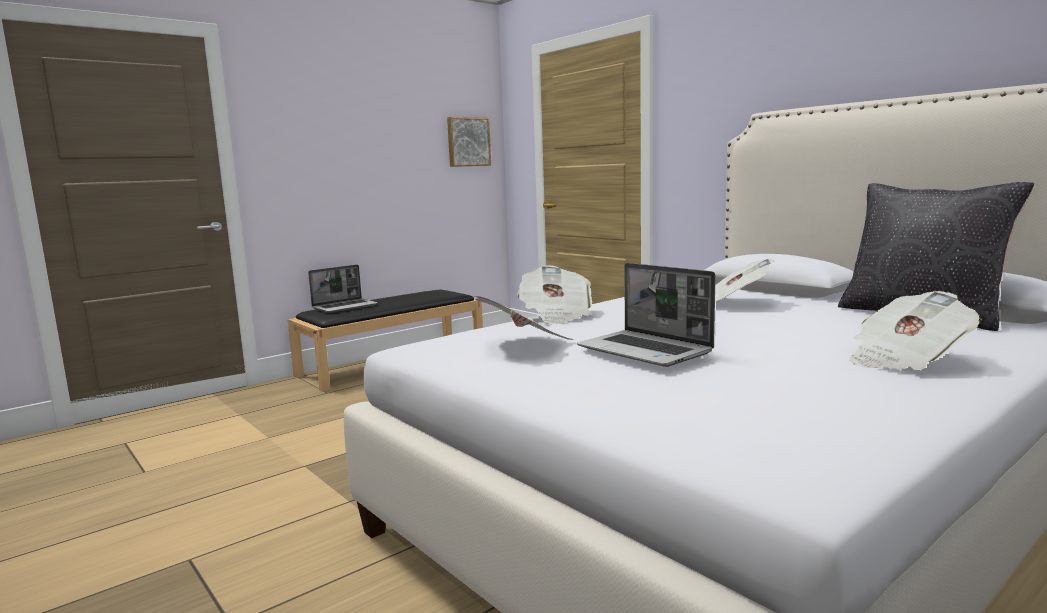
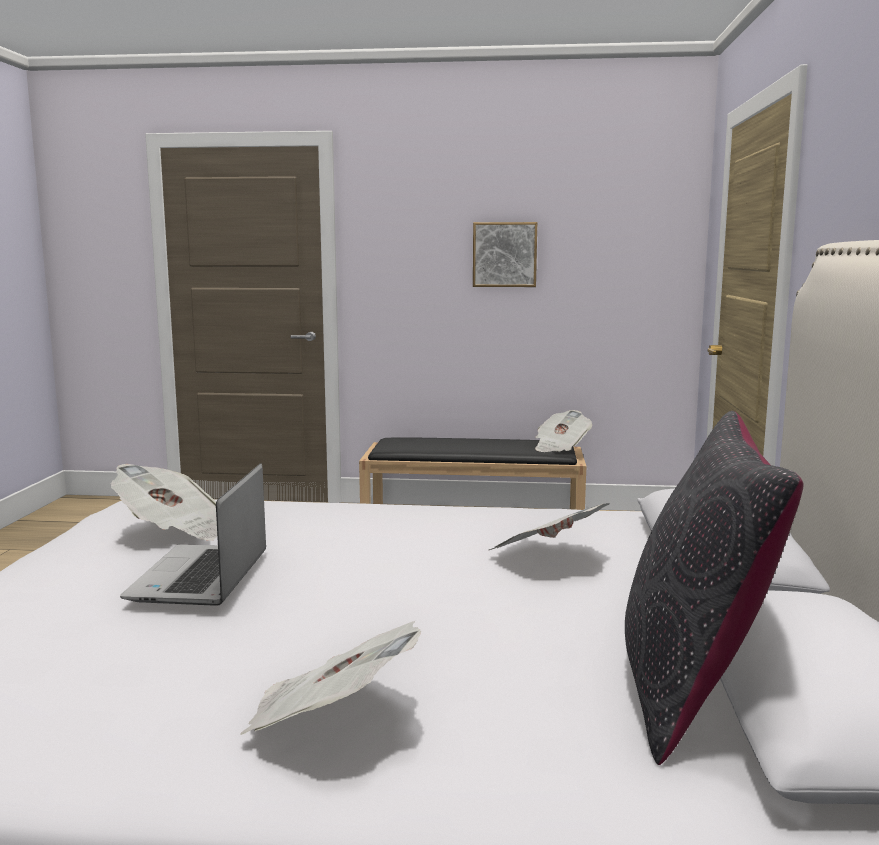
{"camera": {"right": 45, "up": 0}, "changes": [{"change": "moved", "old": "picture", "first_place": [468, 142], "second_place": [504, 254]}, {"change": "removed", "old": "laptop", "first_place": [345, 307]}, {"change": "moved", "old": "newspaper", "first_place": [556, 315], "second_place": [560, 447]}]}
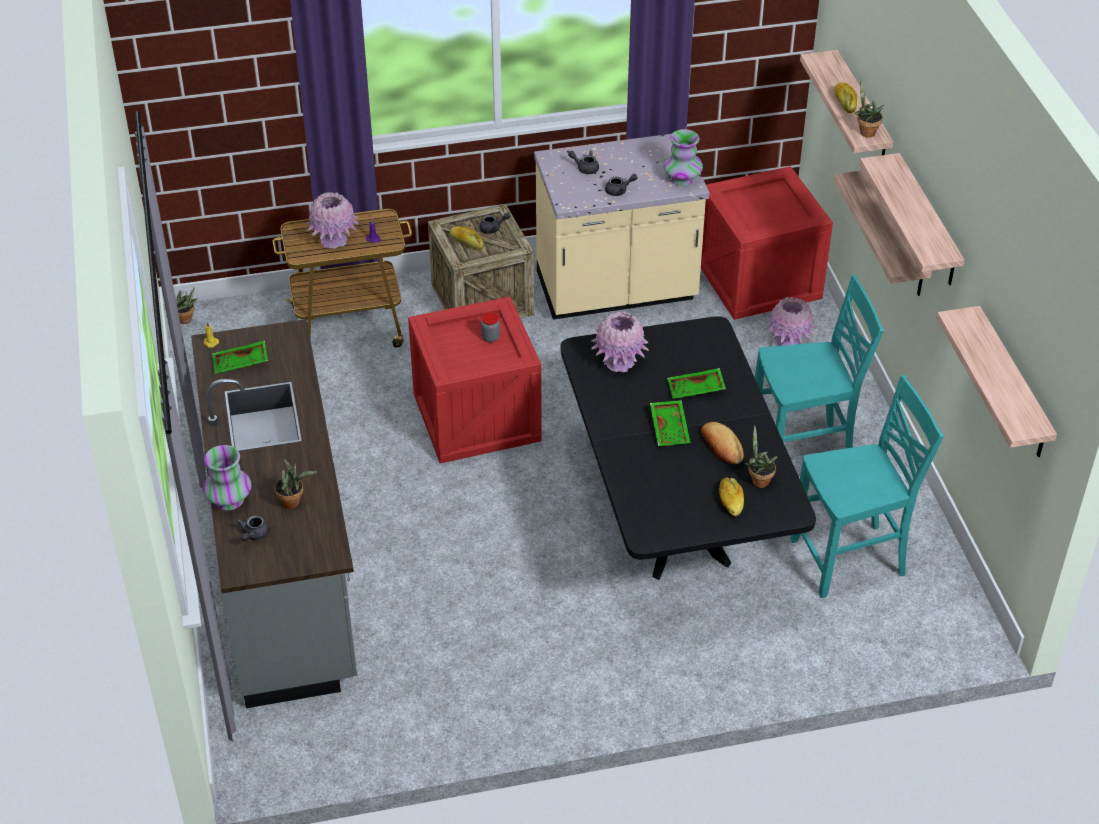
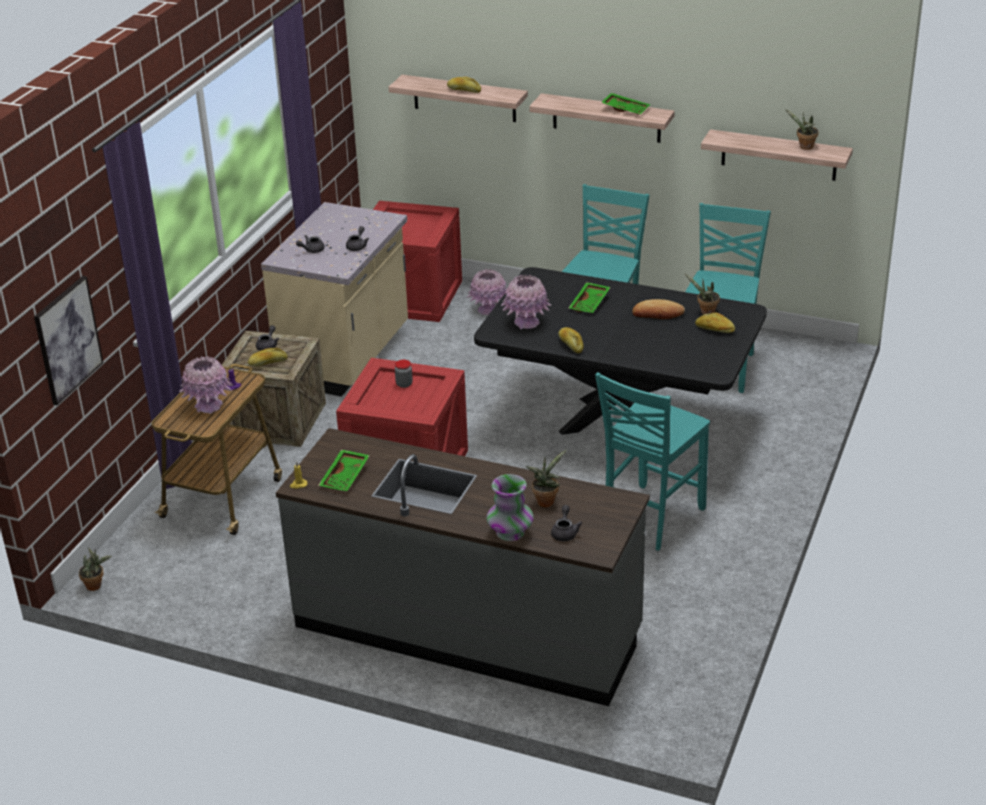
{"camera": {"right": -55, "up": -10}, "changes": [{"change": "moved", "old": "potted plant", "first_place": [865, 132], "second_place": [804, 147]}, {"change": "removed", "old": "vase", "first_place": [682, 179]}, {"change": "removed", "old": "shelf", "first_place": [898, 235]}, {"change": "moved", "old": "green tray", "first_place": [670, 428], "second_place": [625, 109]}, {"change": "turned", "old": "grey teapot", "first_place": [254, 535], "second_place": [565, 532], "degrees": -135}, {"change": "added", "new": "picture", "second_place": [67, 339]}, {"change": "added", "new": "bread", "second_place": [571, 345]}, {"change": "added", "new": "turquoise chair", "second_place": [650, 518]}]}
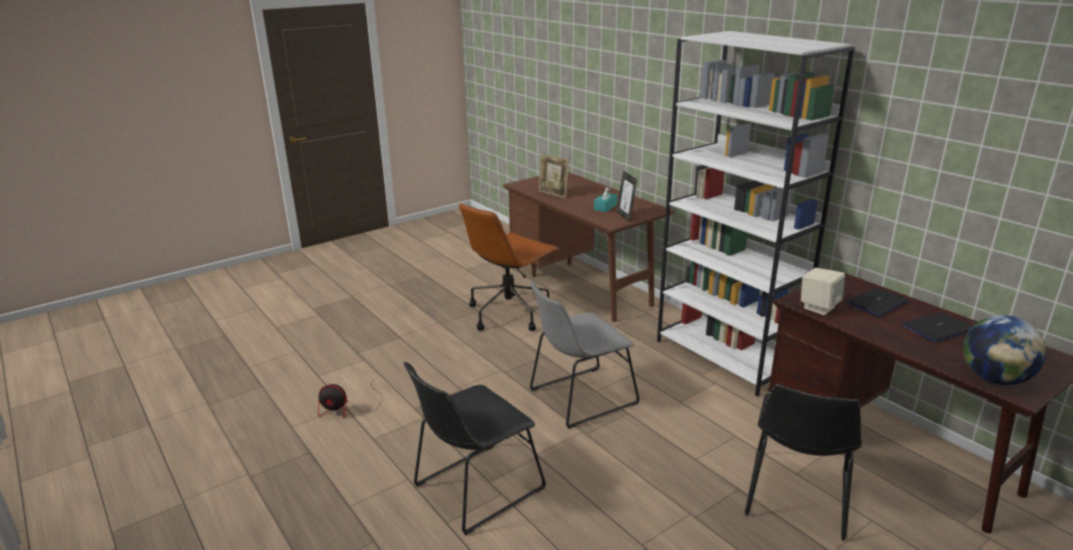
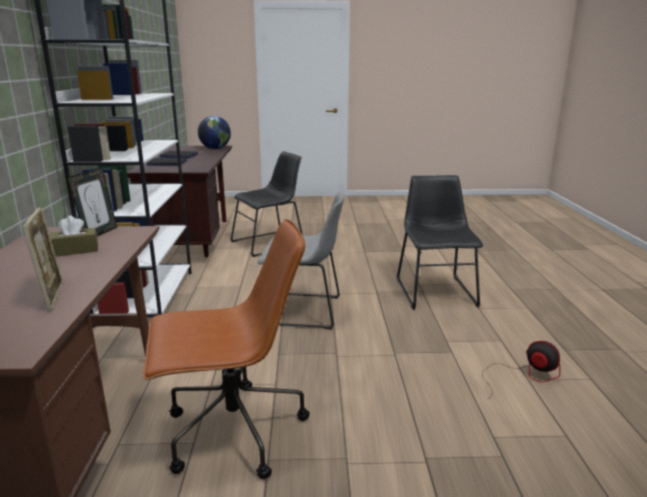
{"camera": {"right": -145, "up": -5}, "changes": [{"change": "recoloured", "old": "turquoise tissue box", "new": "brown tissue box", "first_place": [605, 207], "second_place": [75, 250]}, {"change": "removed", "old": "beige speaker", "first_place": [818, 307]}, {"change": "turned", "old": "black chair", "first_place": [474, 489], "second_place": [434, 290], "degrees": -90}]}
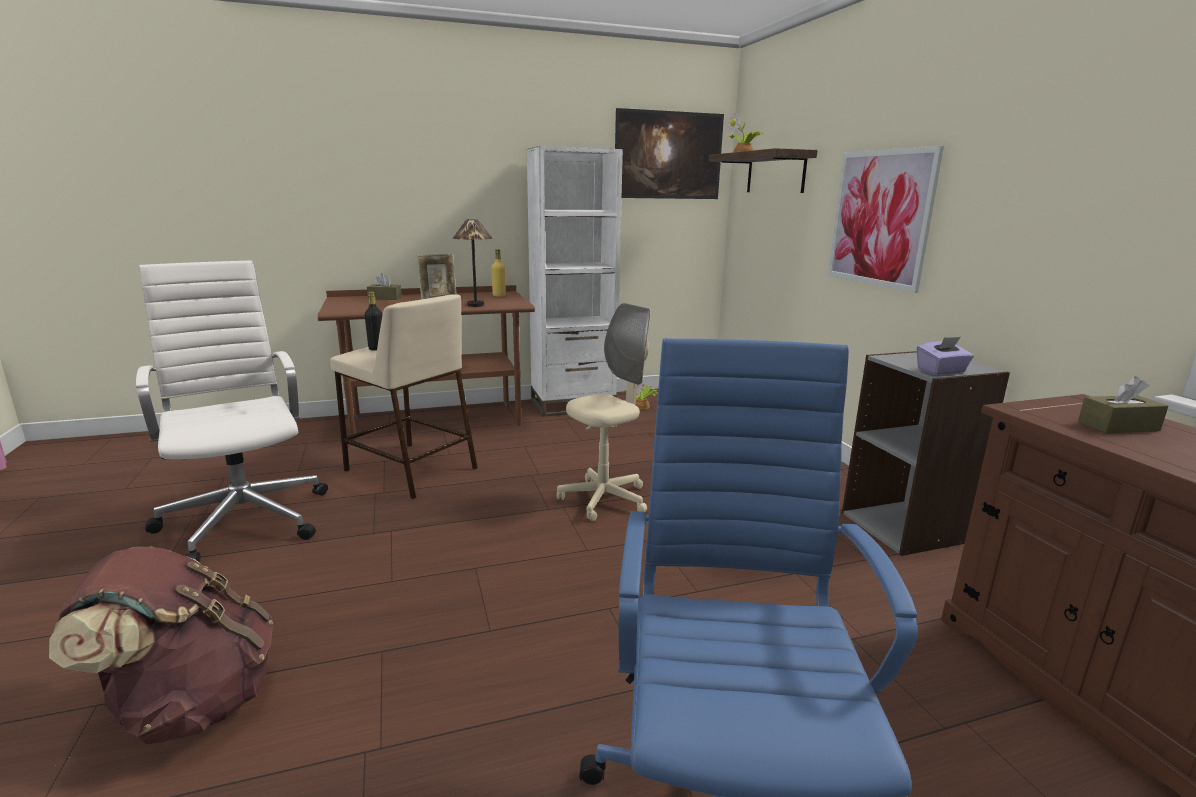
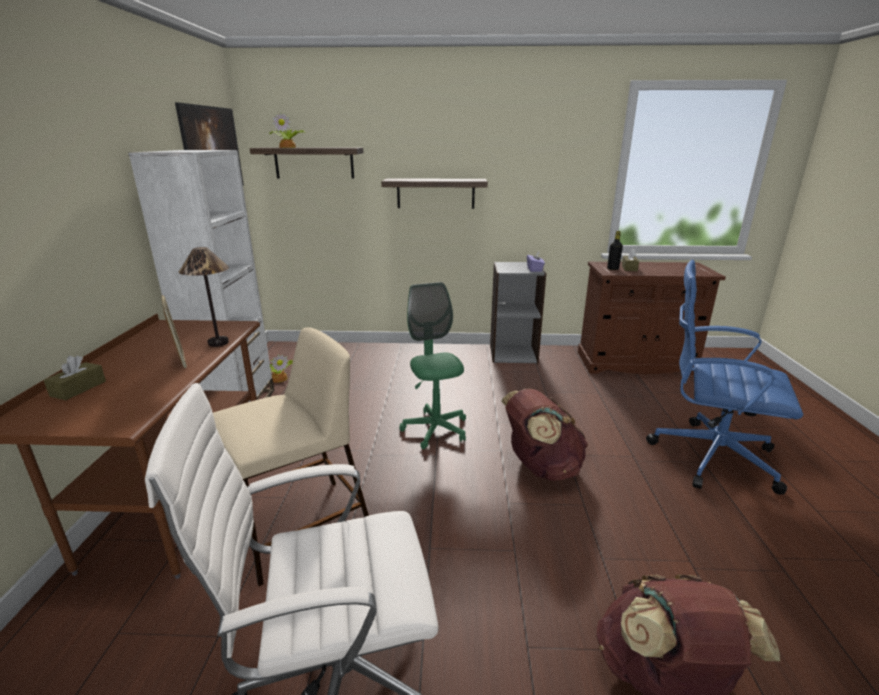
{"camera": {"right": -70, "up": 5}, "changes": [{"change": "replaced", "old": "picture", "new": "shelf", "first_place": [880, 218], "second_place": [435, 193]}, {"change": "removed", "old": "yellow bottle", "first_place": [499, 295]}, {"change": "moved", "old": "black bottle", "first_place": [376, 348], "second_place": [613, 269]}, {"change": "recoloured", "old": "beige office chair", "new": "green office chair", "first_place": [604, 499], "second_place": [435, 429]}, {"change": "added", "new": "brown backpack", "second_place": [541, 467]}]}
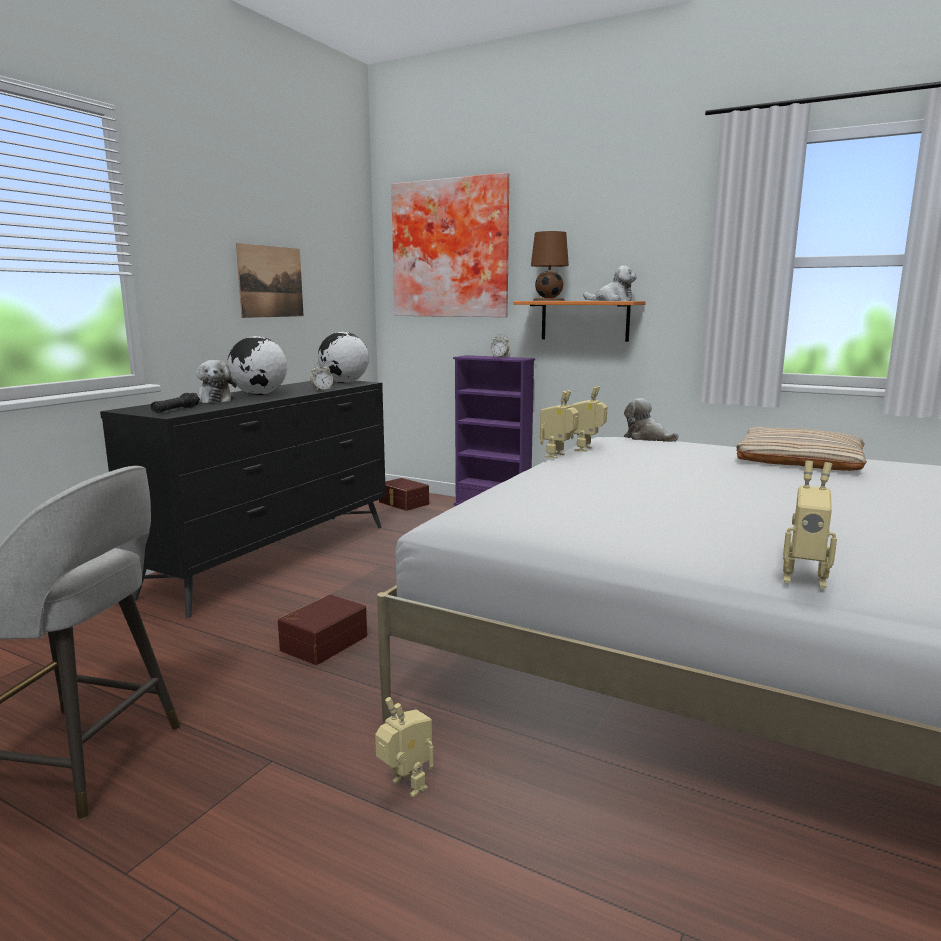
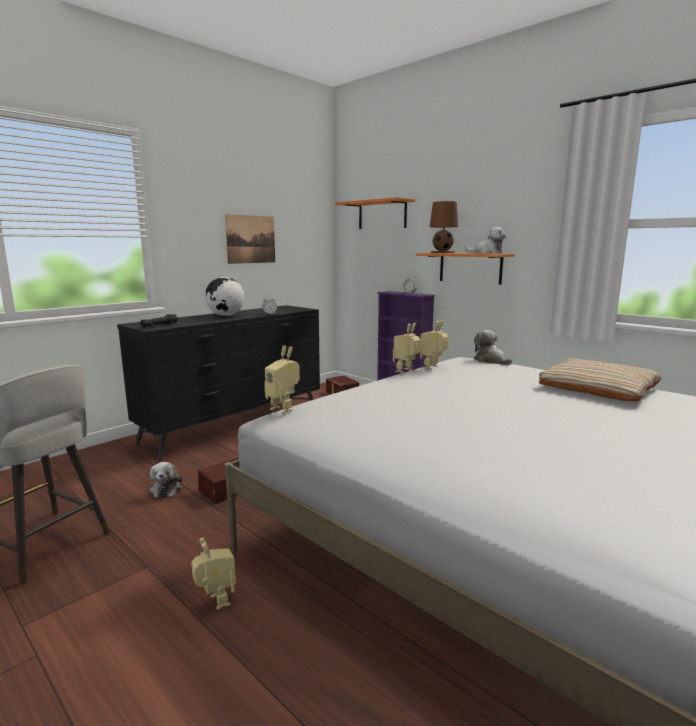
{"camera": {"right": 15, "up": 0}, "changes": [{"change": "replaced", "old": "picture", "new": "orange shelf", "first_place": [451, 249], "second_place": [382, 215]}, {"change": "removed", "old": "globe", "first_place": [344, 383]}, {"change": "moved", "old": "plush toy", "first_place": [215, 400], "second_place": [166, 489]}, {"change": "moved", "old": "toy robot", "first_place": [804, 578], "second_place": [283, 409]}]}
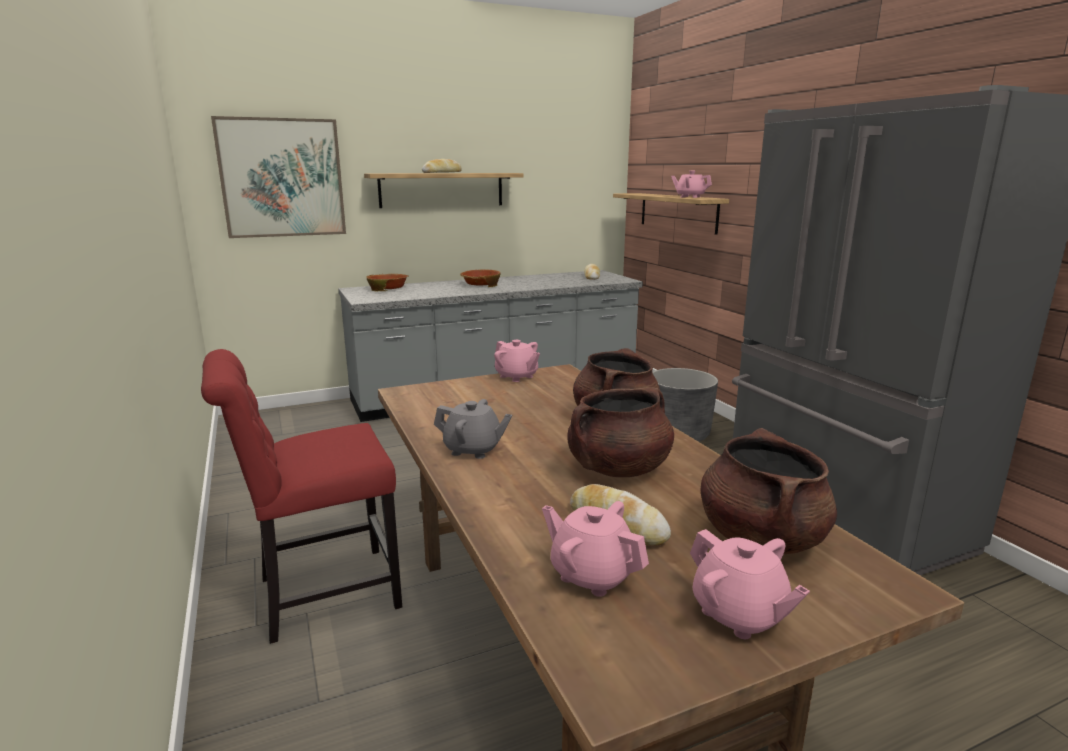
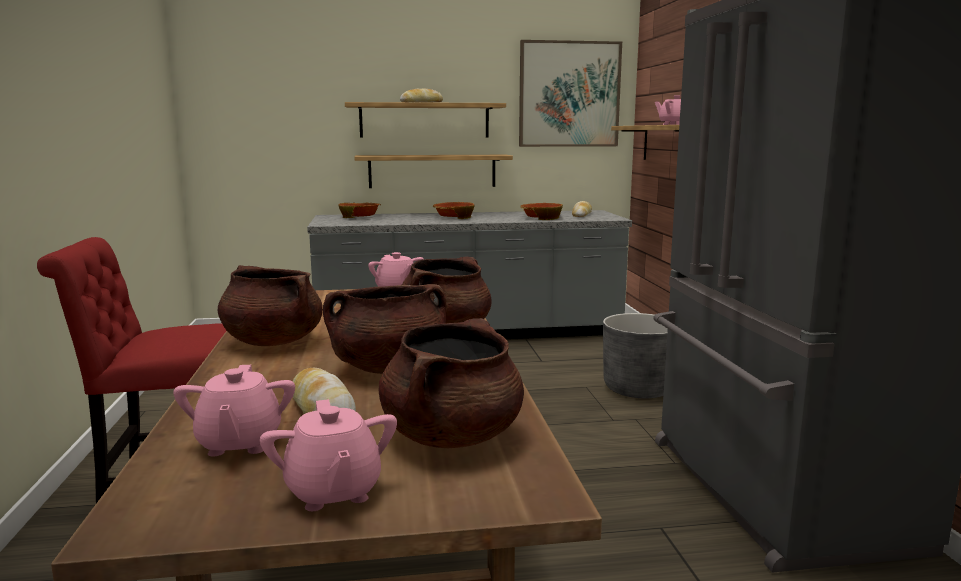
{"camera": {"right": 15, "up": -5}, "changes": [{"change": "moved", "old": "picture", "first_place": [282, 178], "second_place": [569, 94]}, {"change": "replaced", "old": "grey teapot", "new": "brown cooking pot", "first_place": [473, 450], "second_place": [272, 342]}, {"change": "turned", "old": "pink teapot", "first_place": [592, 575], "second_place": [239, 443], "degrees": -150}, {"change": "added", "new": "shelf", "second_place": [432, 171]}, {"change": "added", "new": "bowl", "second_place": [541, 218]}]}
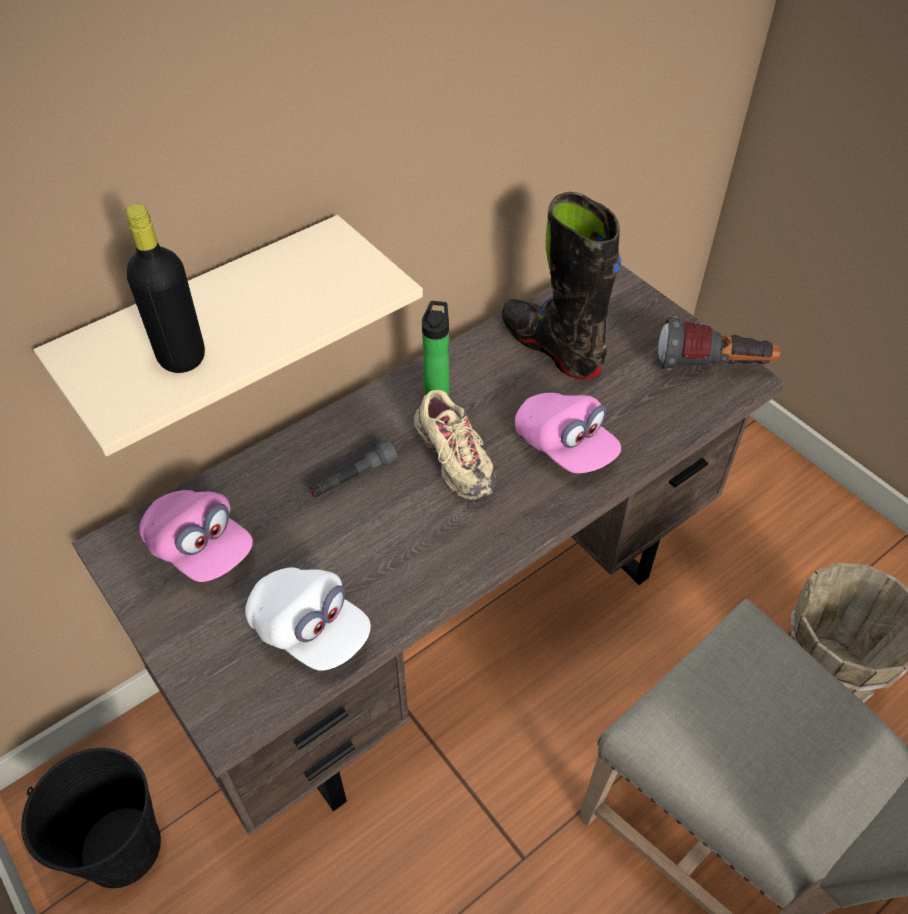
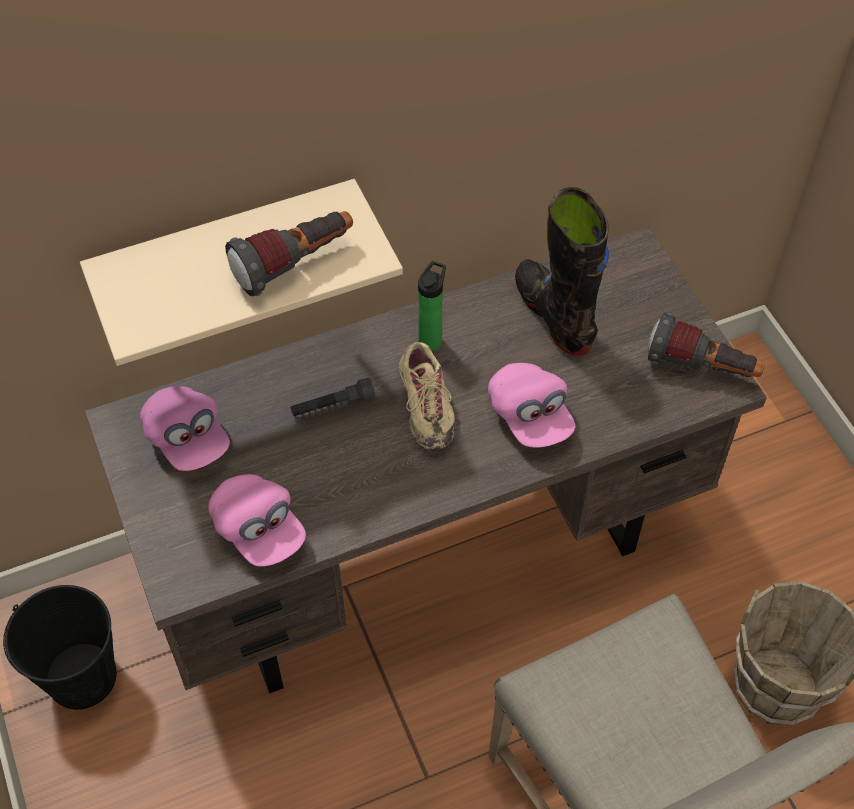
{"camera": {"right": 15, "up": 5}, "changes": [{"change": "removed", "old": "black bottle", "first_place": [182, 357]}, {"change": "recoloured", "old": "white cap", "new": "pink cap", "first_place": [310, 630], "second_place": [259, 530]}, {"change": "added", "new": "flashlight", "second_place": [295, 264]}]}
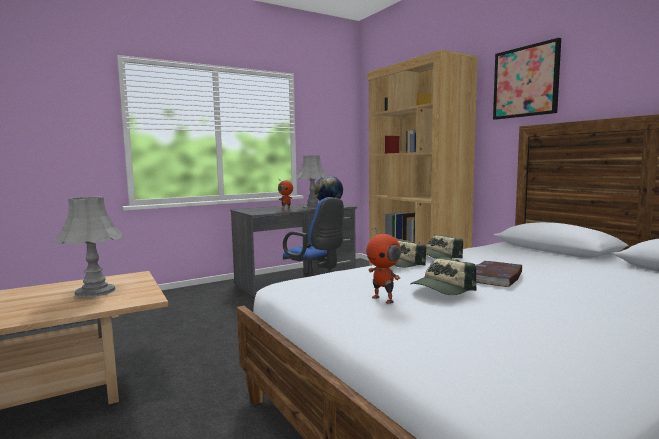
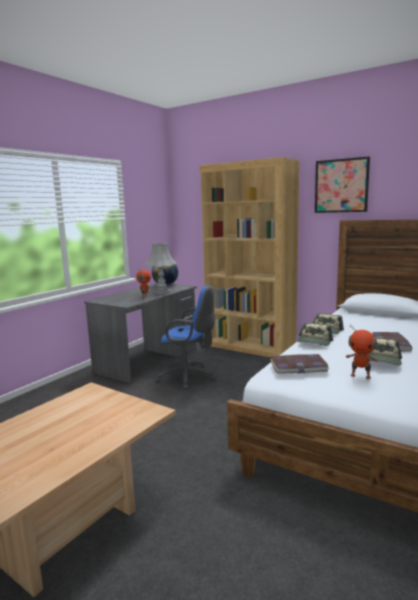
{"camera": {"right": -25, "up": 5}, "changes": [{"change": "removed", "old": "grey table lamp", "first_place": [95, 291]}, {"change": "added", "new": "book", "second_place": [298, 366]}]}
